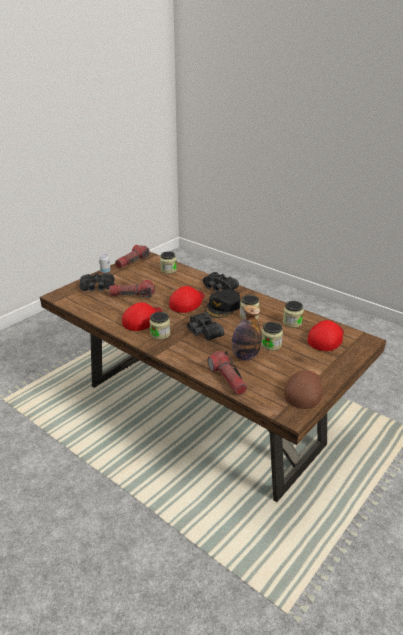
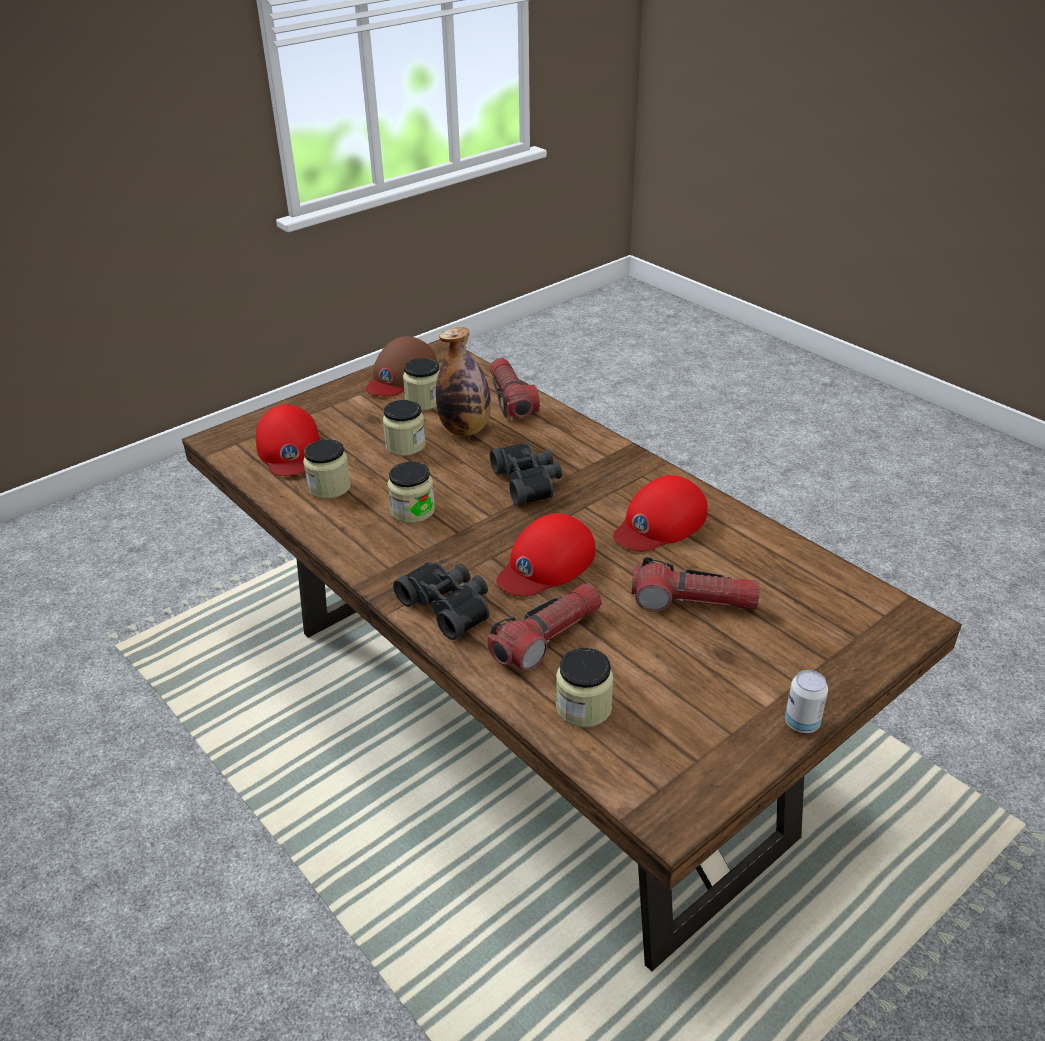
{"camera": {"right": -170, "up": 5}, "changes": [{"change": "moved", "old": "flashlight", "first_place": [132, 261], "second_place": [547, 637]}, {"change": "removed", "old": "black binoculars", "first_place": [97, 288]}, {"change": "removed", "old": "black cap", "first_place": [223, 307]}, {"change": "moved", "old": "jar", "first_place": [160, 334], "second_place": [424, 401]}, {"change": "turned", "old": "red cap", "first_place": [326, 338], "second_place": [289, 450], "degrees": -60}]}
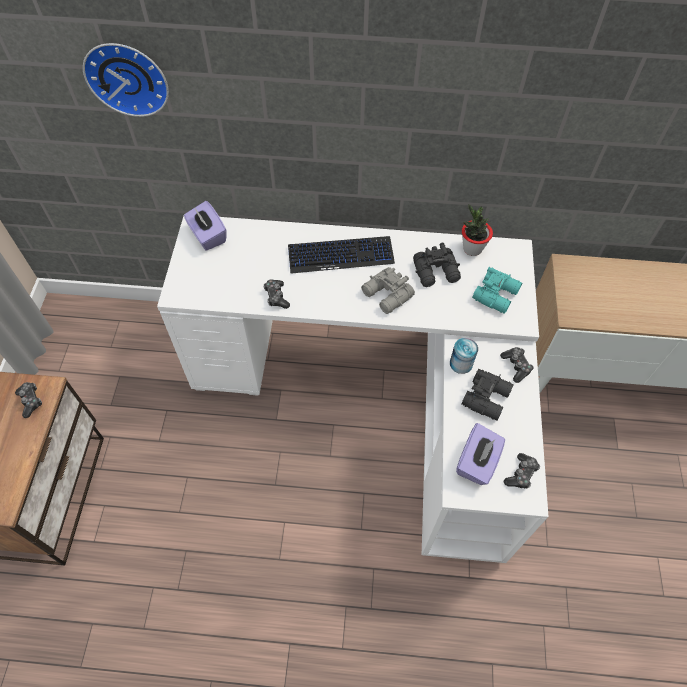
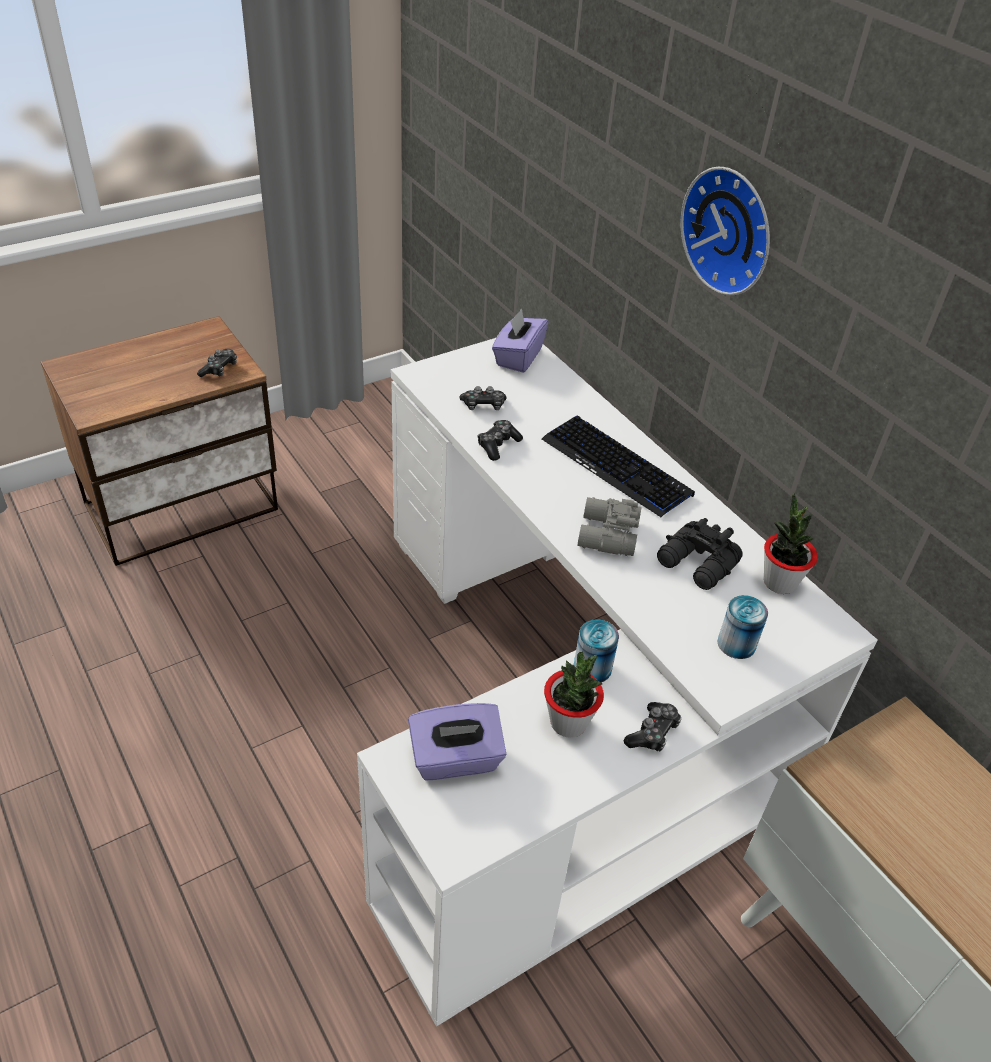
{"camera": {"right": 50, "up": -15}, "changes": [{"change": "moved", "old": "wall clock", "first_place": [128, 77], "second_place": [731, 230]}, {"change": "replaced", "old": "turquoise binoculars", "new": "can", "first_place": [497, 294], "second_place": [736, 644]}, {"change": "replaced", "old": "black binoculars", "new": "potted plant", "first_place": [487, 397], "second_place": [568, 723]}, {"change": "moved", "old": "game controller", "first_place": [521, 474], "second_place": [483, 405]}]}
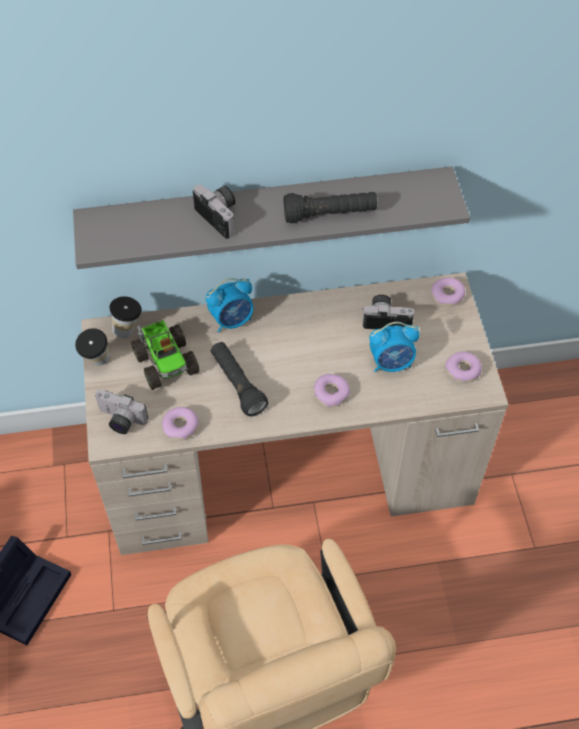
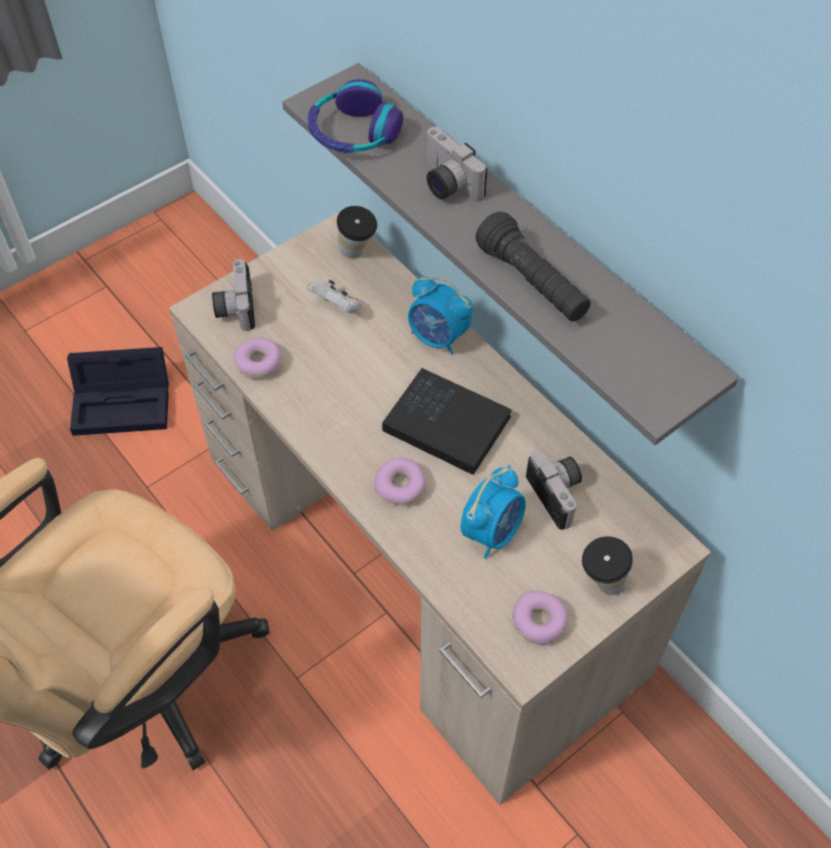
{"camera": {"right": 60, "up": 0}, "changes": [{"change": "turned", "old": "photo camera", "first_place": [221, 216], "second_place": [446, 184], "degrees": 120}, {"change": "removed", "old": "donut", "first_place": [447, 296]}, {"change": "replaced", "old": "toy truck", "new": "white game controller", "first_place": [166, 362], "second_place": [337, 307]}, {"change": "turned", "old": "alarm clock", "first_place": [391, 363], "second_place": [492, 532], "degrees": -105}, {"change": "moved", "old": "cup", "first_place": [97, 363], "second_place": [601, 584]}, {"change": "removed", "old": "black flashlight", "first_place": [237, 384]}, {"change": "added", "new": "headphones", "second_place": [353, 133]}, {"change": "added", "new": "black book", "second_place": [446, 424]}]}
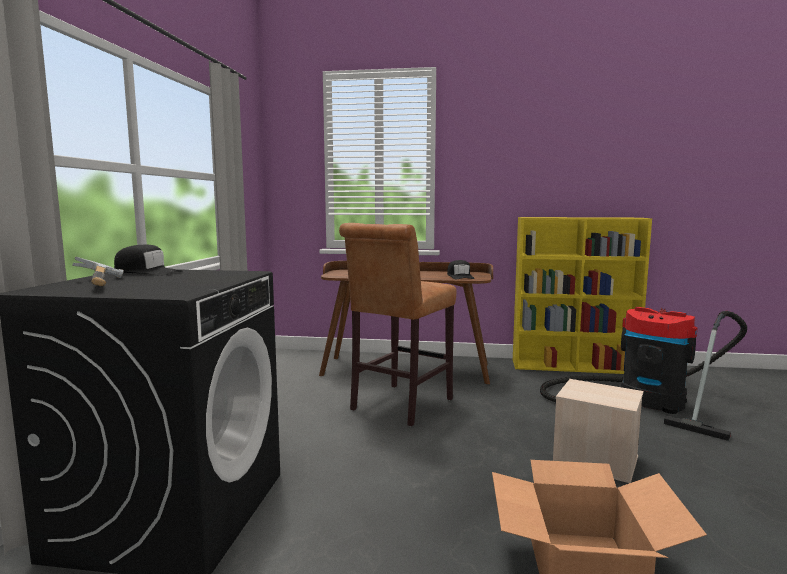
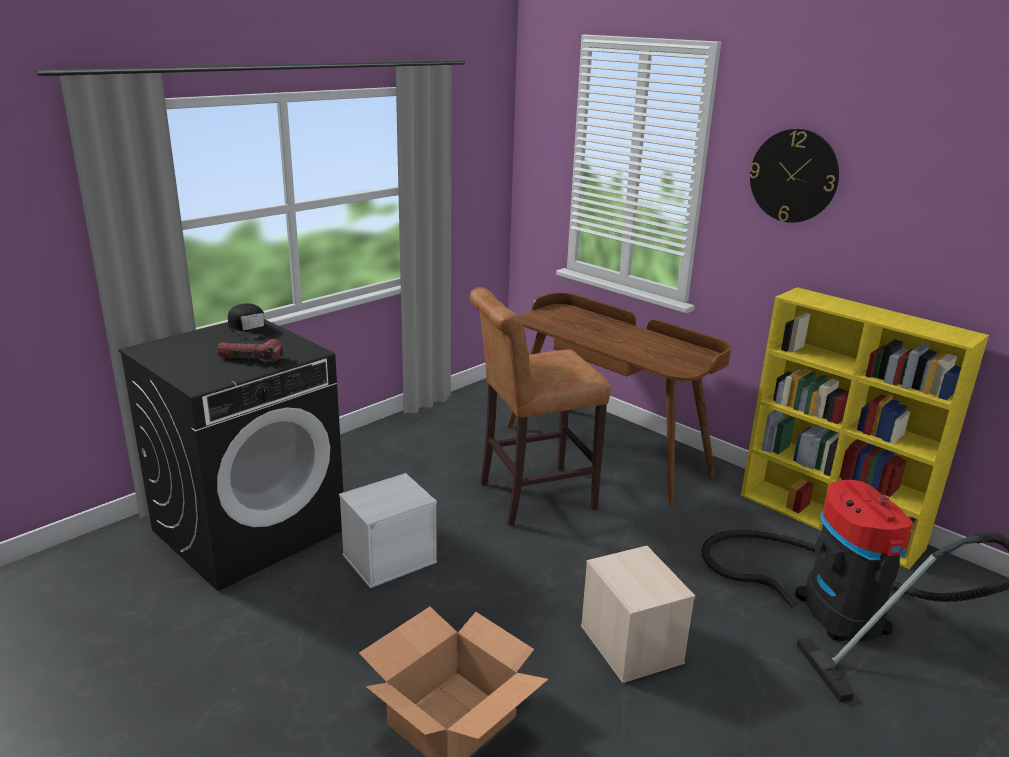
{"camera": {"right": 35, "up": 15}, "changes": [{"change": "removed", "old": "hammer", "first_place": [104, 284]}, {"change": "removed", "old": "black cap", "first_place": [460, 276]}, {"change": "added", "new": "wall clock", "second_place": [793, 176]}, {"change": "added", "new": "flashlight", "second_place": [251, 359]}, {"change": "added", "new": "white storage box", "second_place": [390, 558]}]}
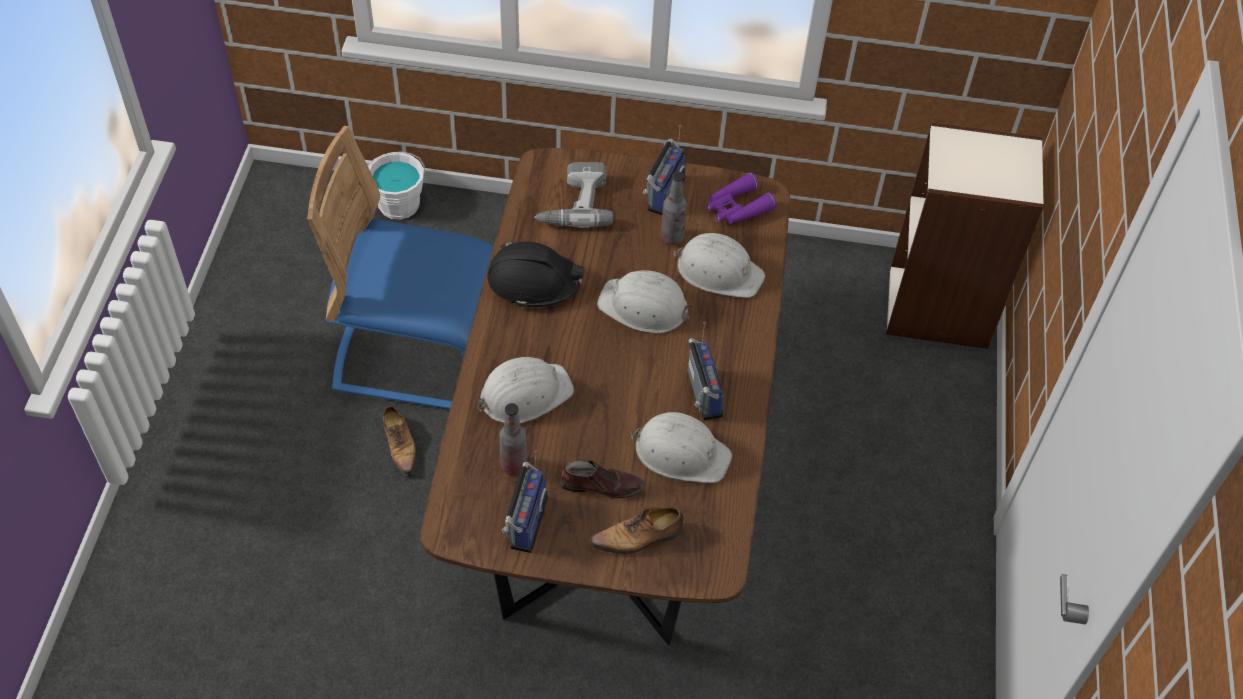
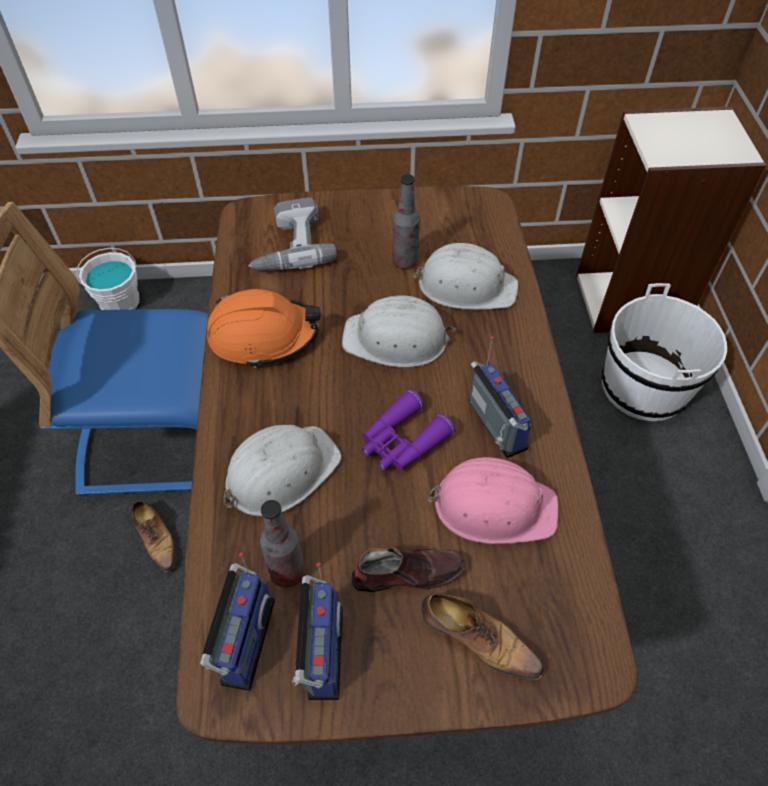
{"camera": {"right": -10, "up": 0}, "changes": [{"change": "moved", "old": "radio", "first_place": [663, 193], "second_place": [243, 640]}, {"change": "moved", "old": "purple binoculars", "first_place": [737, 208], "second_place": [402, 441]}, {"change": "recoloured", "old": "black hard hat", "new": "orange hard hat", "first_place": [534, 282], "second_place": [263, 336]}, {"change": "recoloured", "old": "white hard hat", "new": "pink hard hat", "first_place": [681, 452], "second_place": [493, 505]}, {"change": "turned", "old": "shoe", "first_place": [639, 537], "second_place": [477, 638], "degrees": -120}, {"change": "added", "new": "white bucket", "second_place": [644, 387]}]}
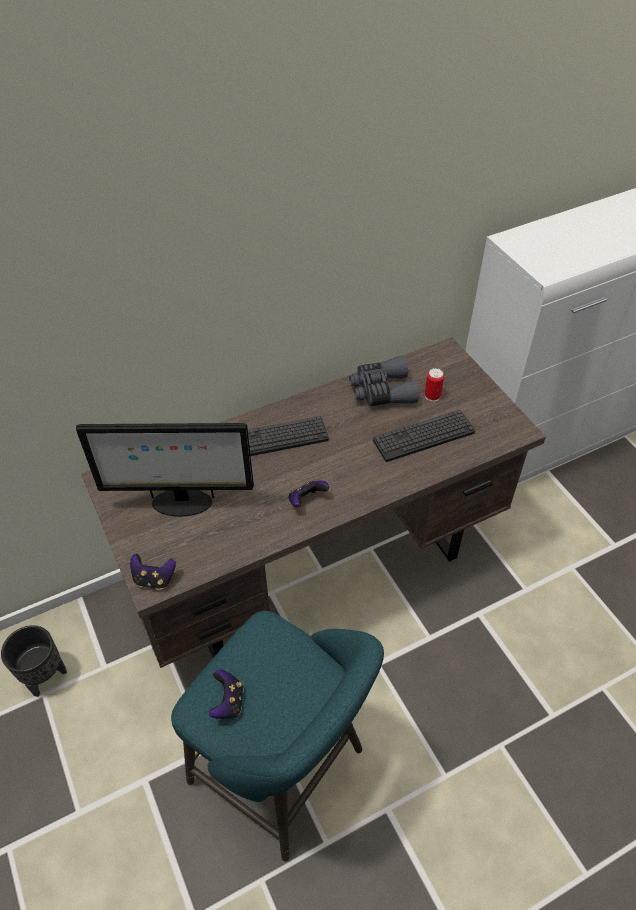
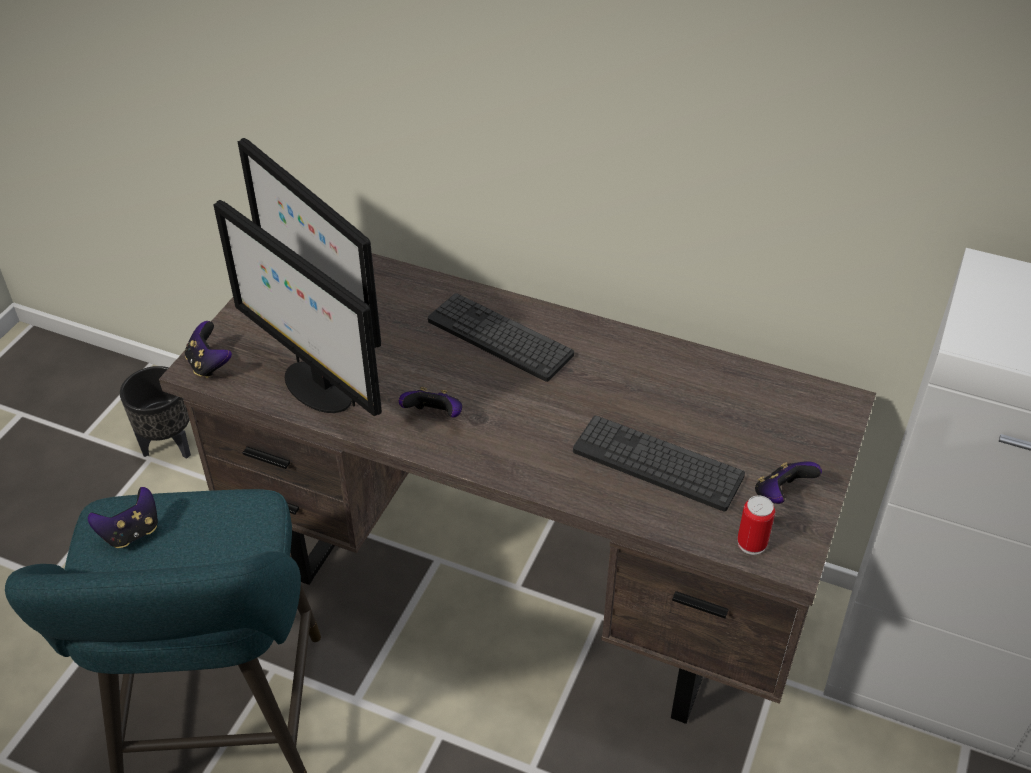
{"camera": {"right": 50, "up": -5}, "changes": [{"change": "removed", "old": "grey binoculars", "first_place": [381, 391]}, {"change": "moved", "old": "can", "first_place": [432, 396], "second_place": [752, 543]}, {"change": "added", "new": "monitor", "second_place": [316, 387]}, {"change": "added", "new": "game controller", "second_place": [781, 495]}]}
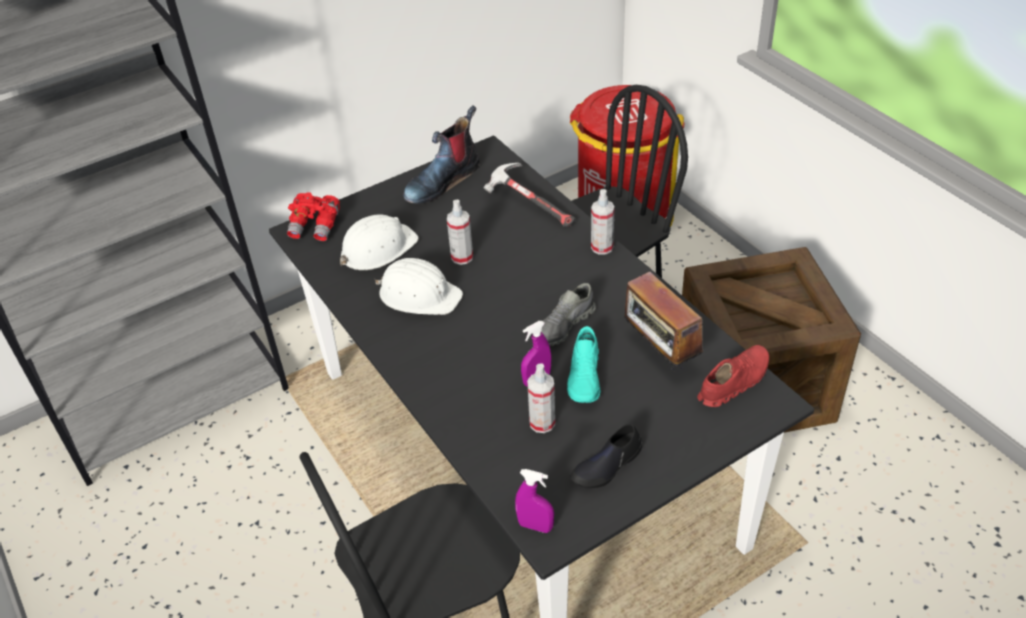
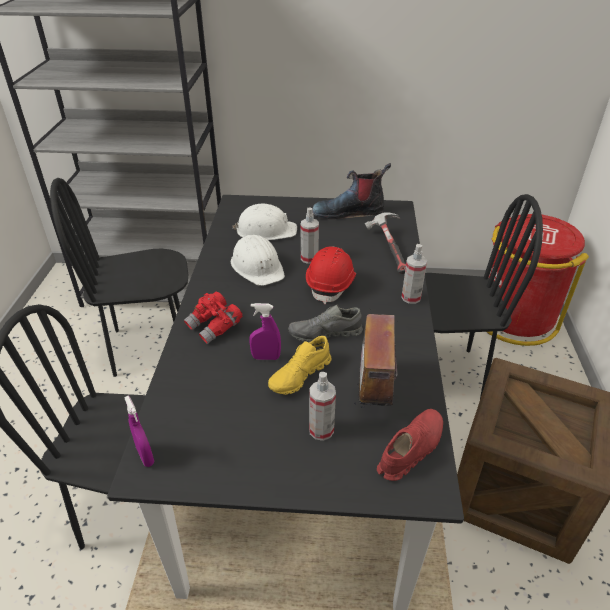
{"camera": {"right": 35, "up": -5}, "changes": [{"change": "moved", "old": "red binoculars", "first_place": [315, 226], "second_place": [215, 327]}, {"change": "recoloured", "old": "turquoise shoe", "new": "yellow shoe", "first_place": [585, 377], "second_place": [300, 375]}, {"change": "turned", "old": "red shoe", "first_place": [733, 382], "second_place": [410, 449], "degrees": -45}, {"change": "moved", "old": "spray bottle", "first_place": [542, 423], "second_place": [321, 430]}, {"change": "removed", "old": "black shoe", "first_place": [606, 465]}, {"change": "added", "new": "black chair", "second_place": [150, 347]}, {"change": "added", "new": "red hard hat", "second_place": [331, 284]}]}
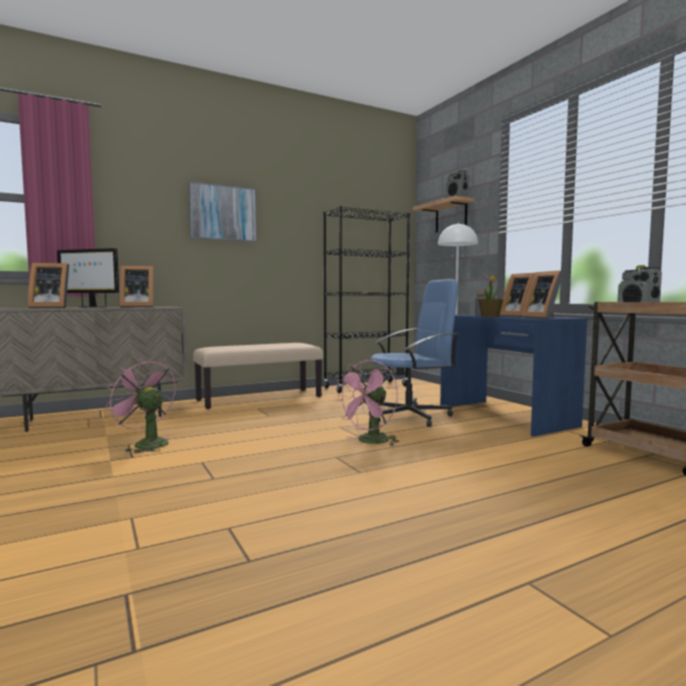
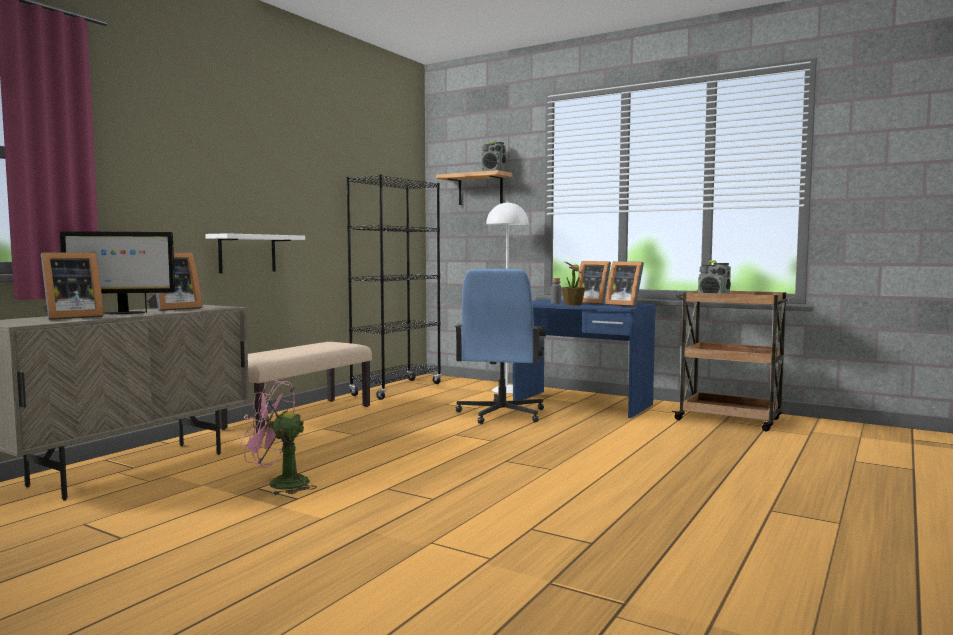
{"camera": {"right": -30, "up": 0}, "changes": [{"change": "removed", "old": "picture", "first_place": [223, 213]}, {"change": "turned", "old": "blue office chair", "first_place": [410, 416], "second_place": [501, 414], "degrees": 150}, {"change": "removed", "old": "pink fan", "first_place": [370, 442]}, {"change": "added", "new": "white shelf", "second_place": [247, 253]}]}
